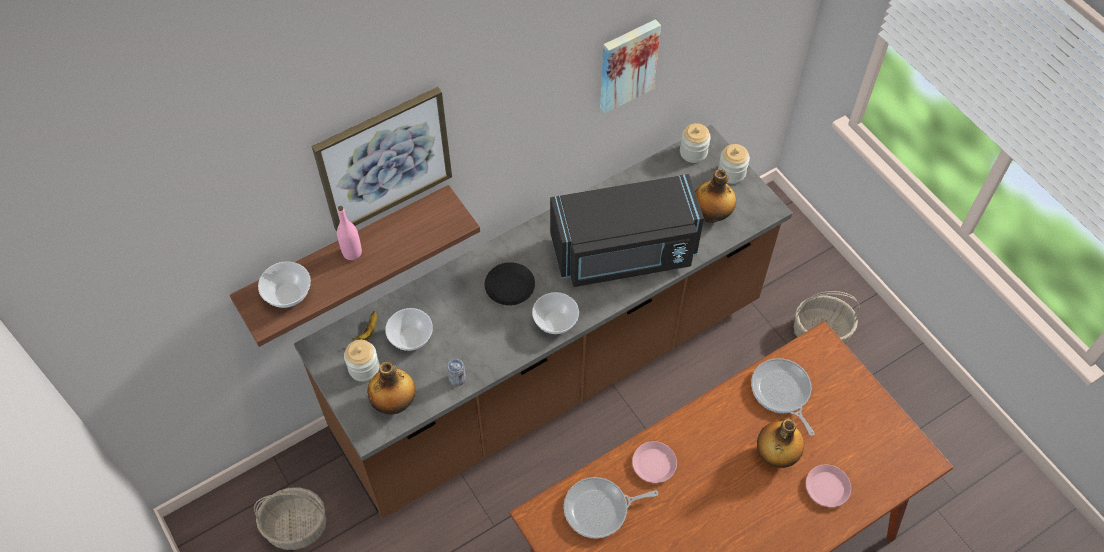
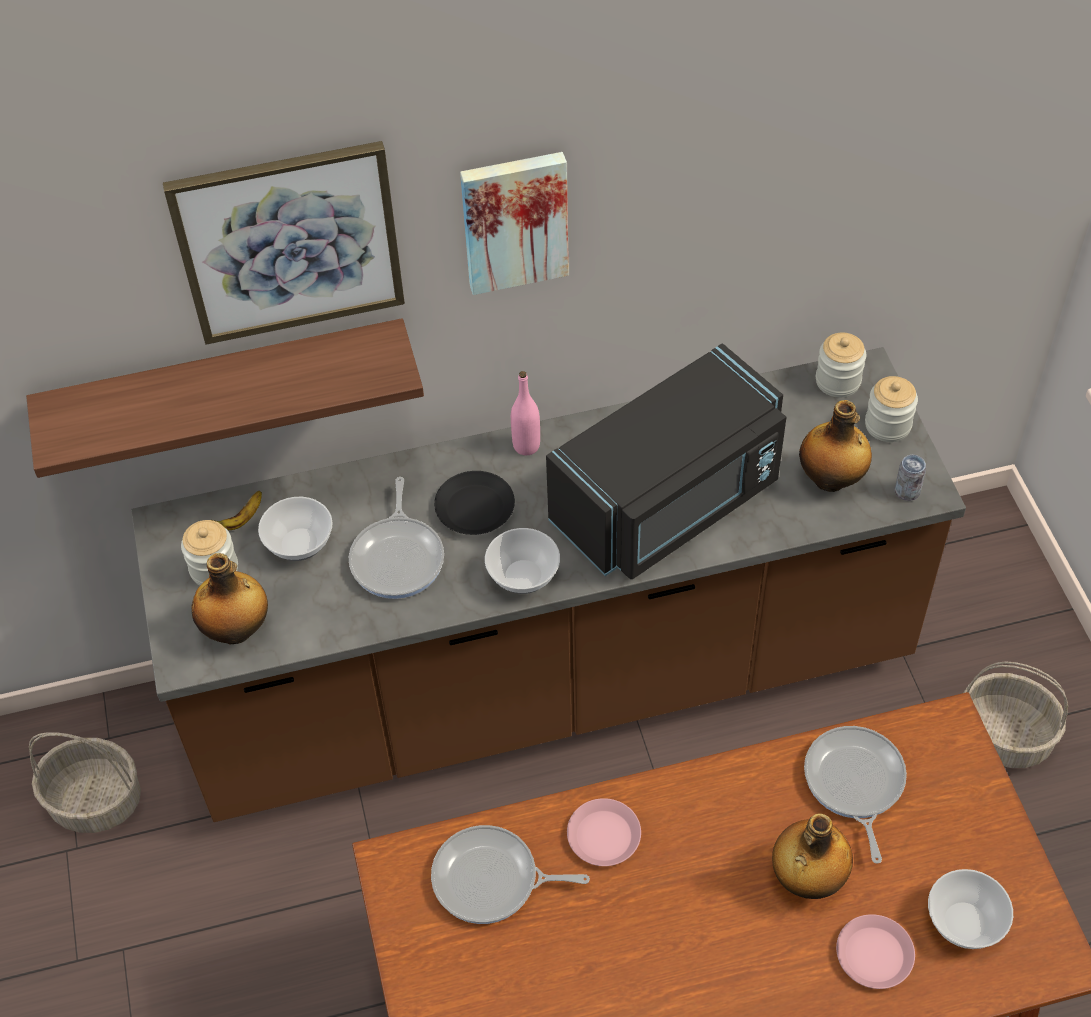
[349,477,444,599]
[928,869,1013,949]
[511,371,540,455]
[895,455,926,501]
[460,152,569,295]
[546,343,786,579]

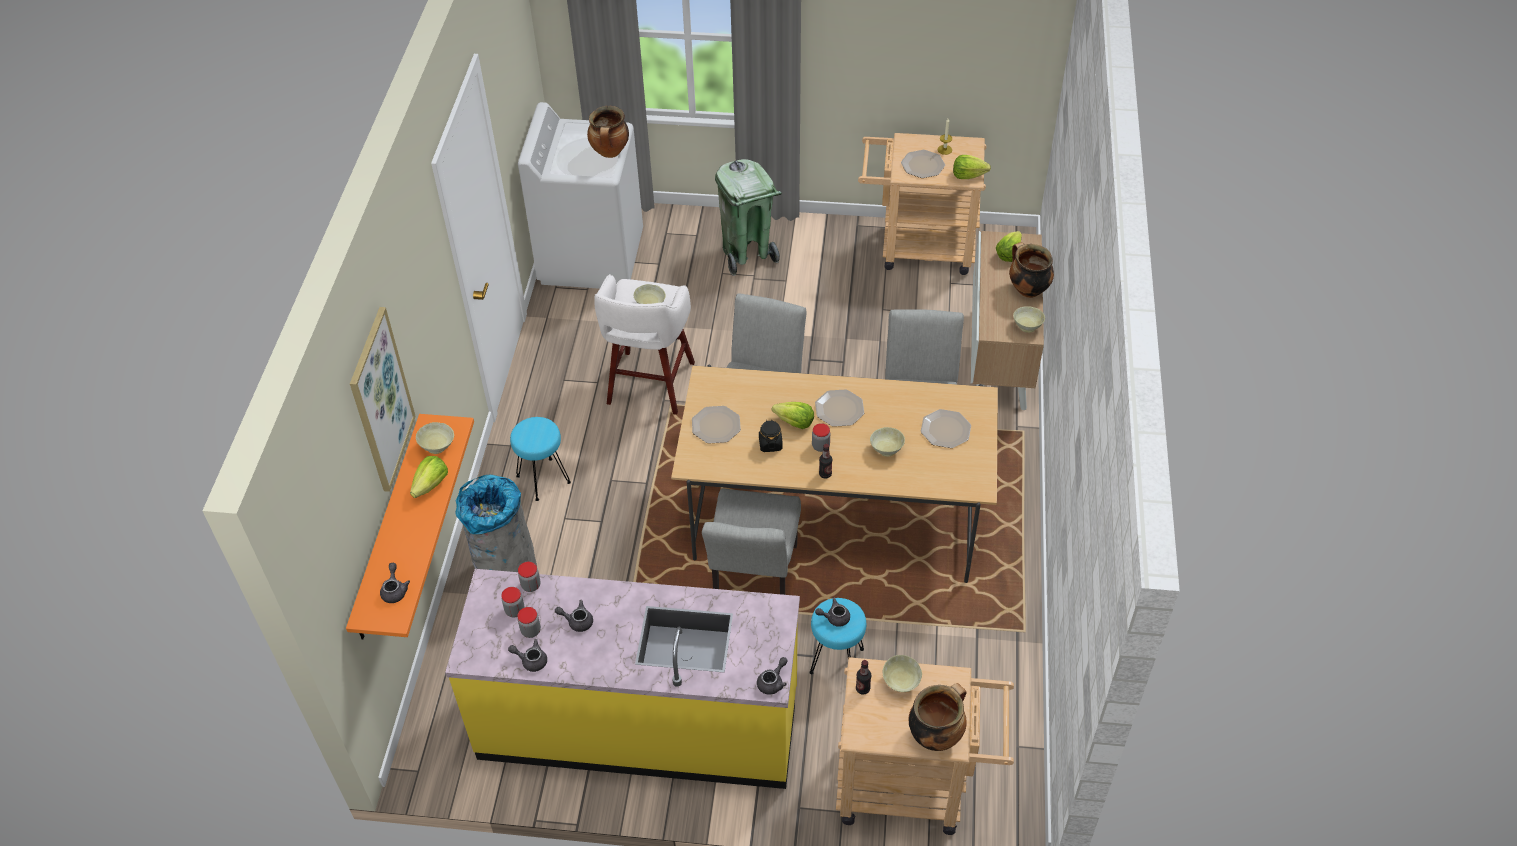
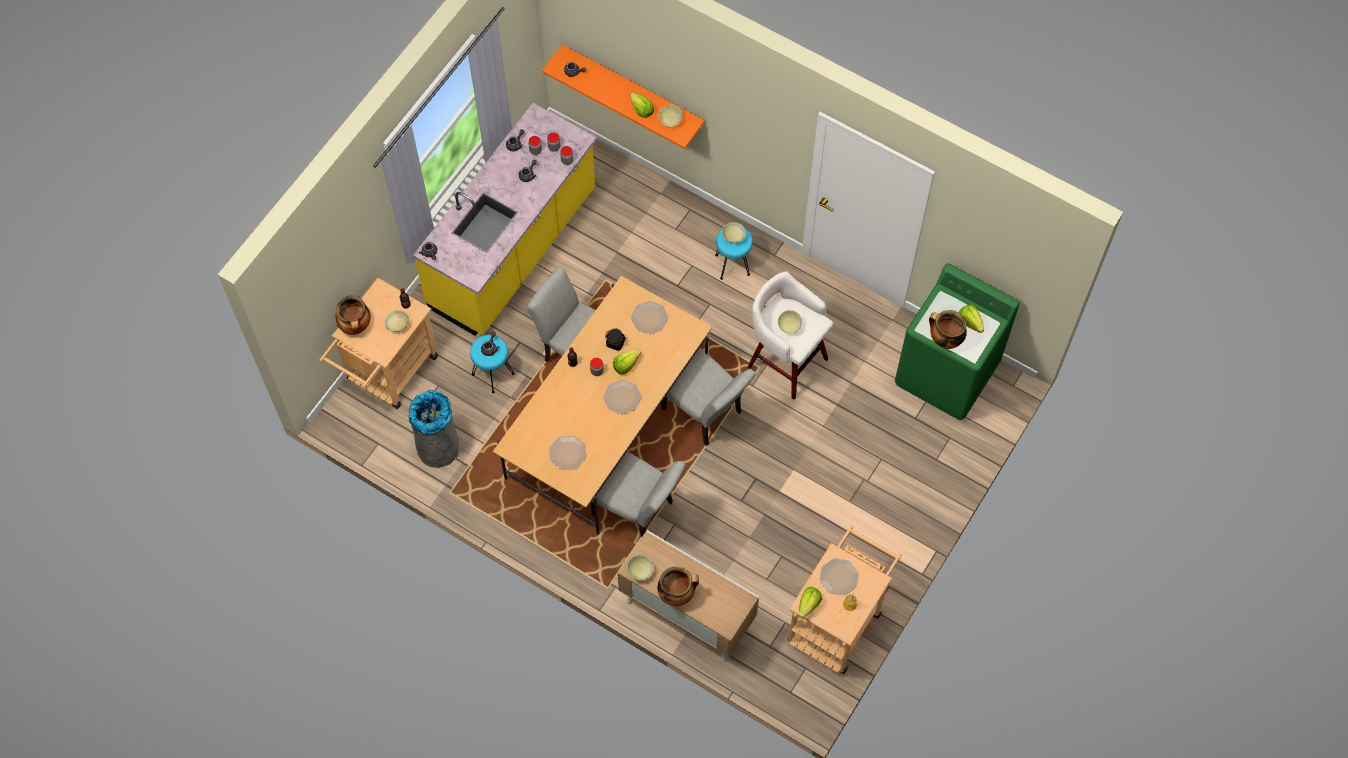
[350,307,416,492] (first image)
[715,159,782,276] (first image)
[409,390,459,468]
[722,222,746,243]
[959,305,984,333]
[895,264,1020,420]

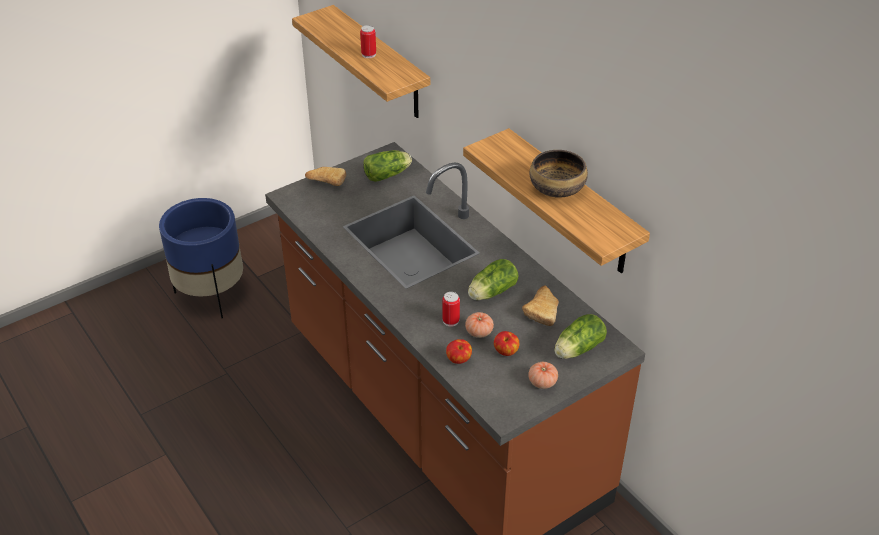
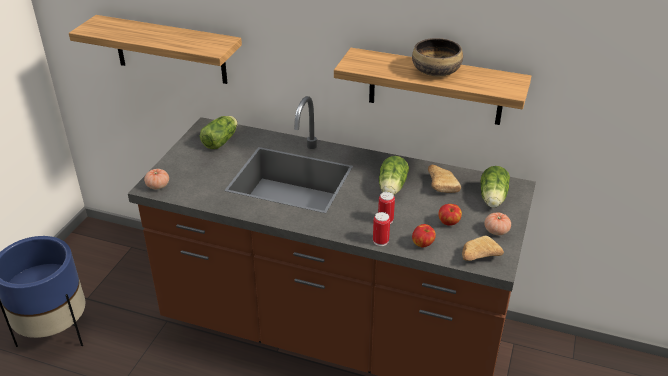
[462,236,504,261]
[373,212,390,246]
[144,169,169,189]

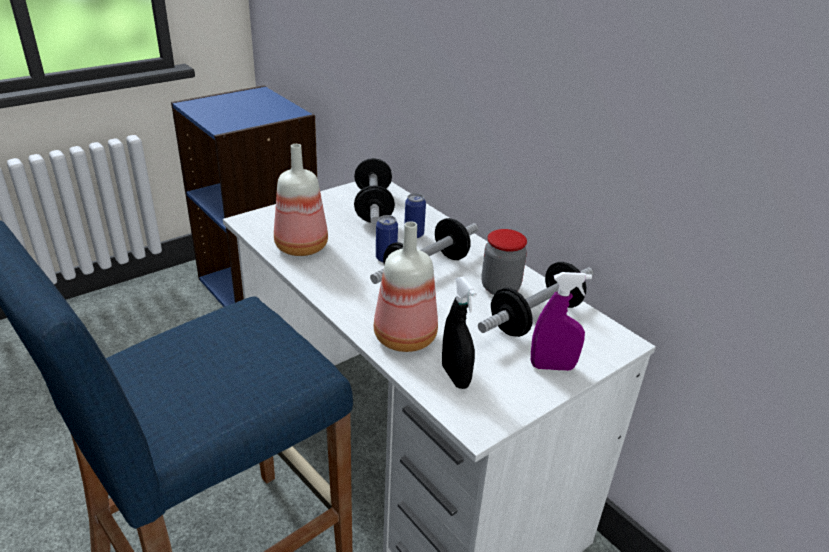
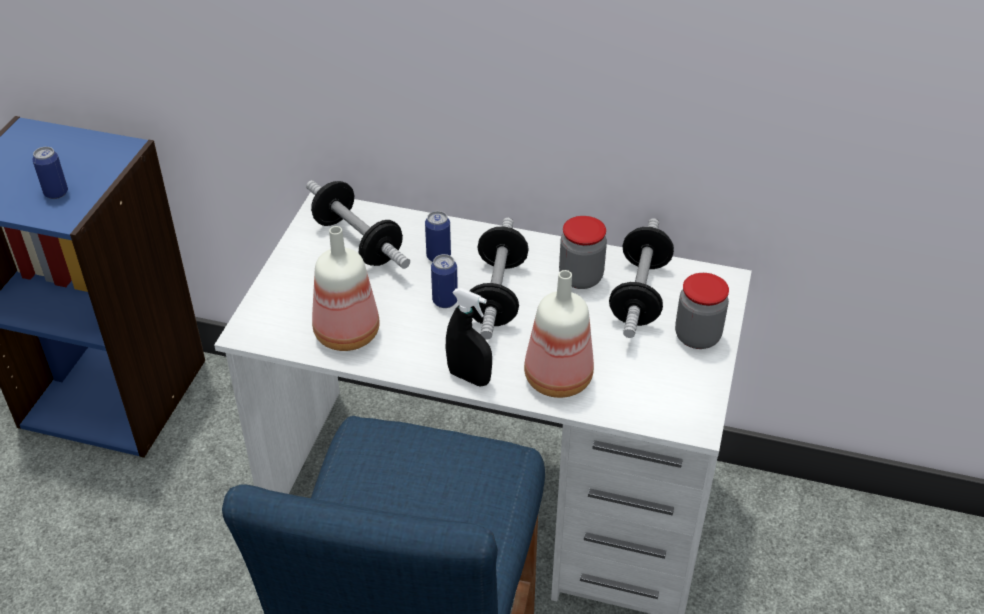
[32,147,68,199]
[446,288,492,387]
[675,273,729,349]

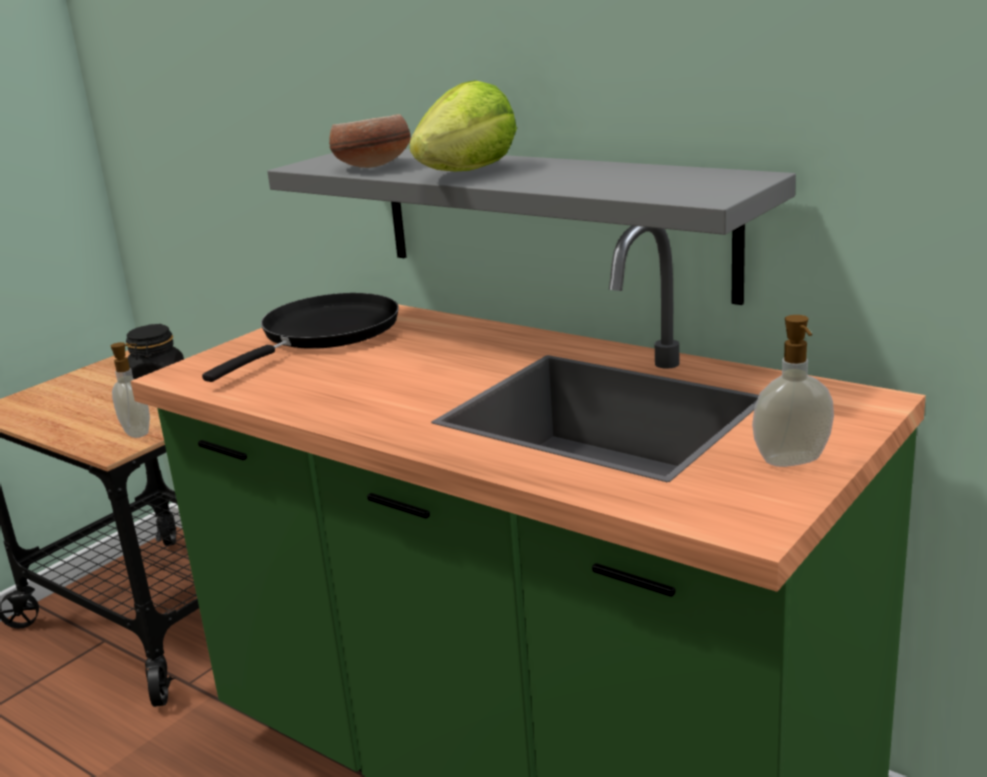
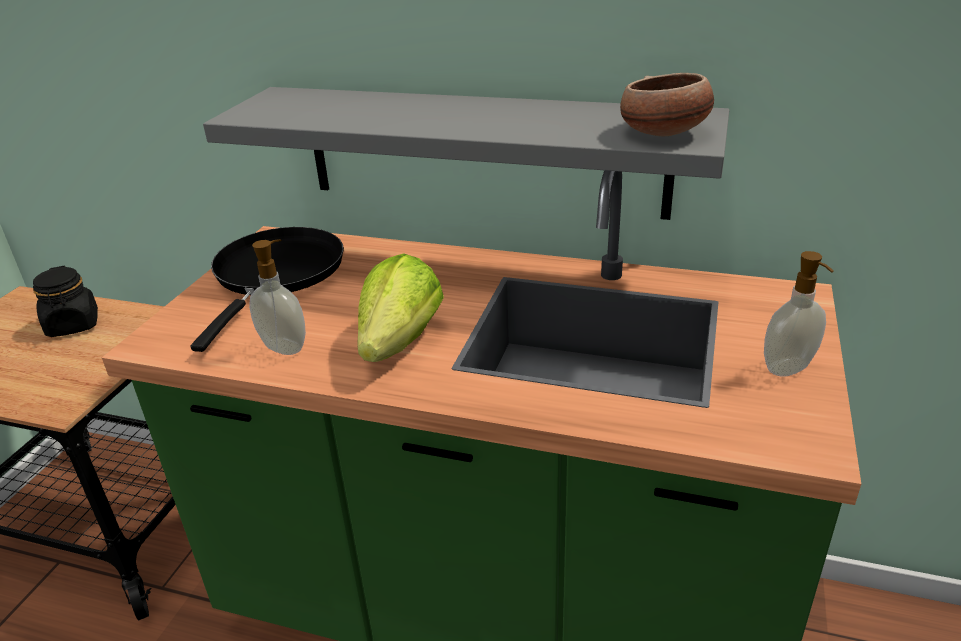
[249,239,306,355]
[620,73,714,136]
[357,253,444,362]

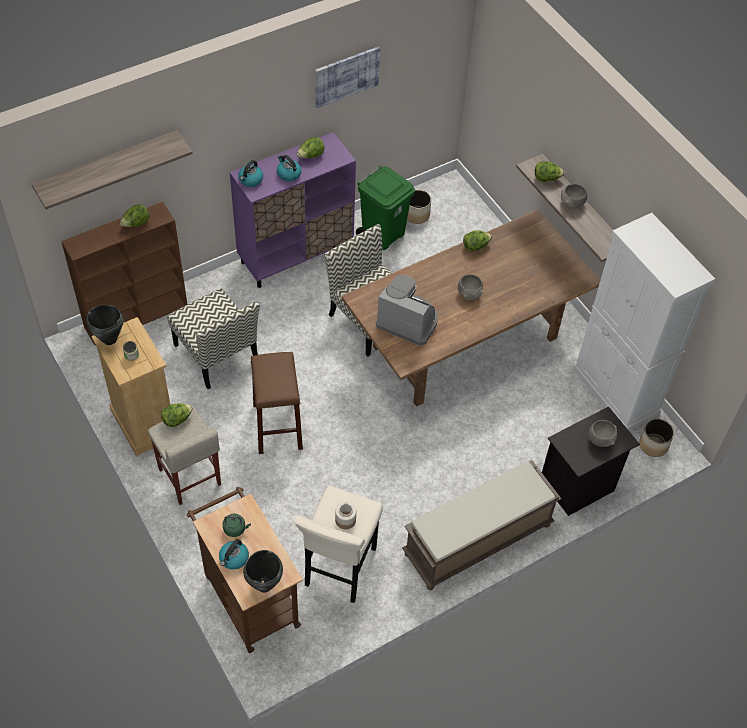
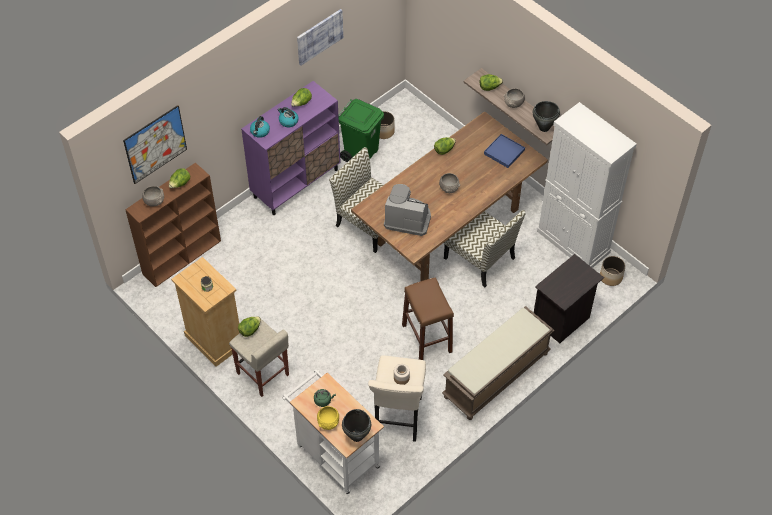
[484,134,525,168]
[533,101,560,132]
[444,210,526,287]
[402,277,454,360]
[142,186,164,207]
[123,105,187,184]
[317,406,339,430]
[282,370,384,495]

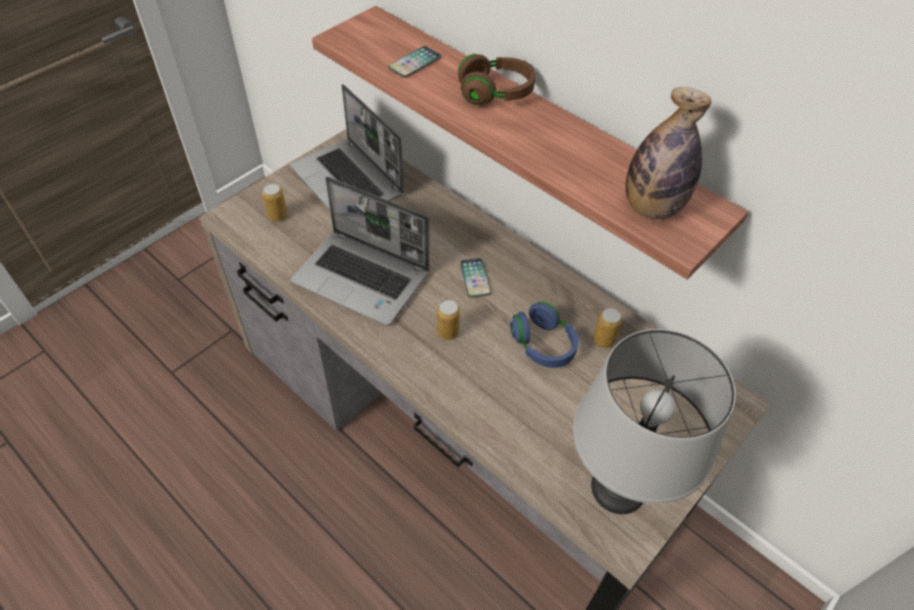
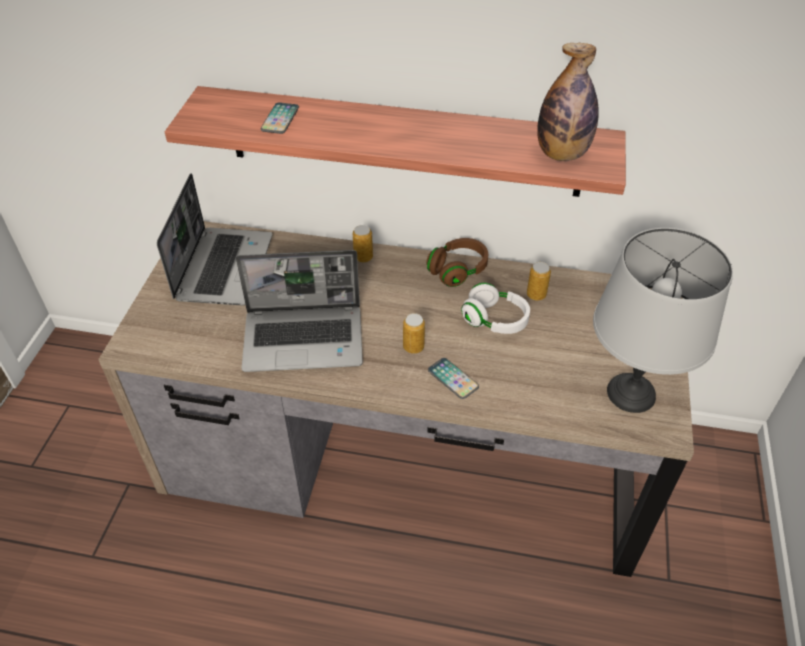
[353,225,373,262]
[426,238,488,287]
[428,358,479,399]
[461,283,530,334]
[157,173,272,306]

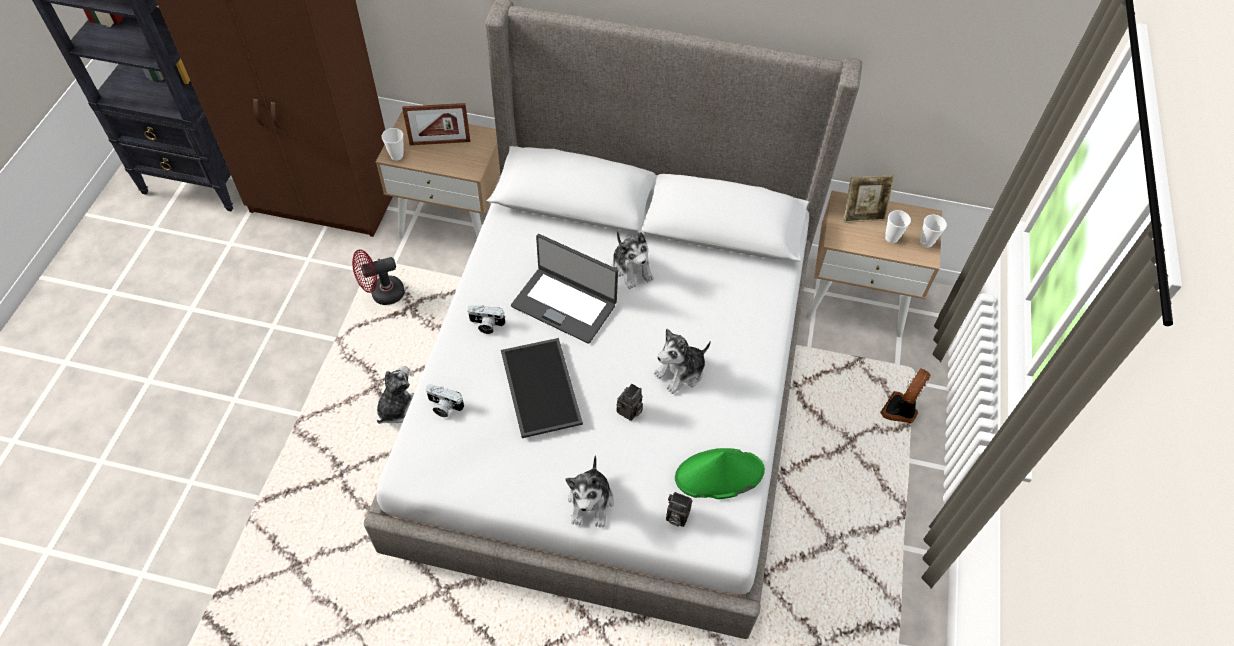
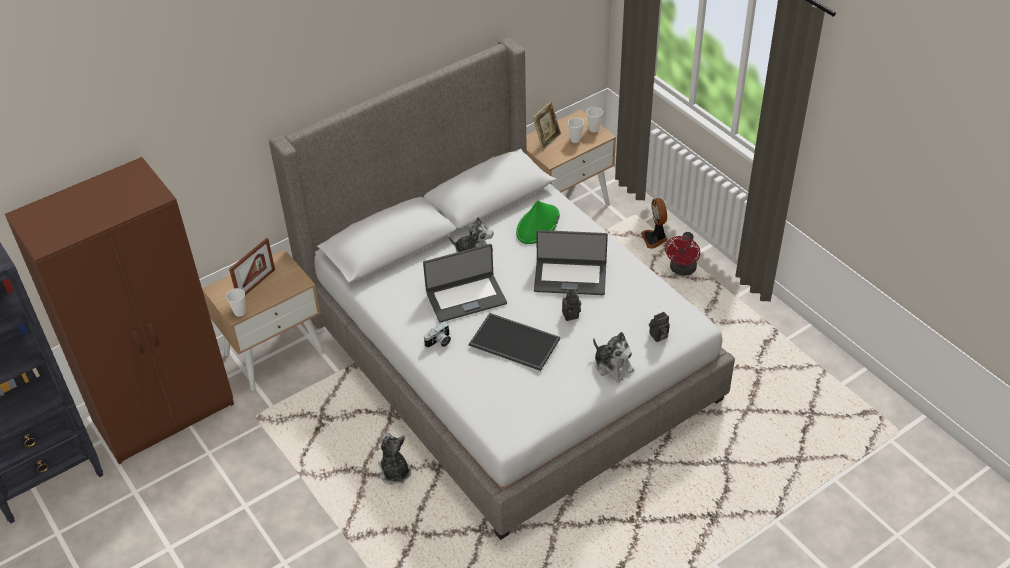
[426,384,464,418] (first image)
[665,232,700,276]
[516,200,560,244]
[534,230,608,295]

